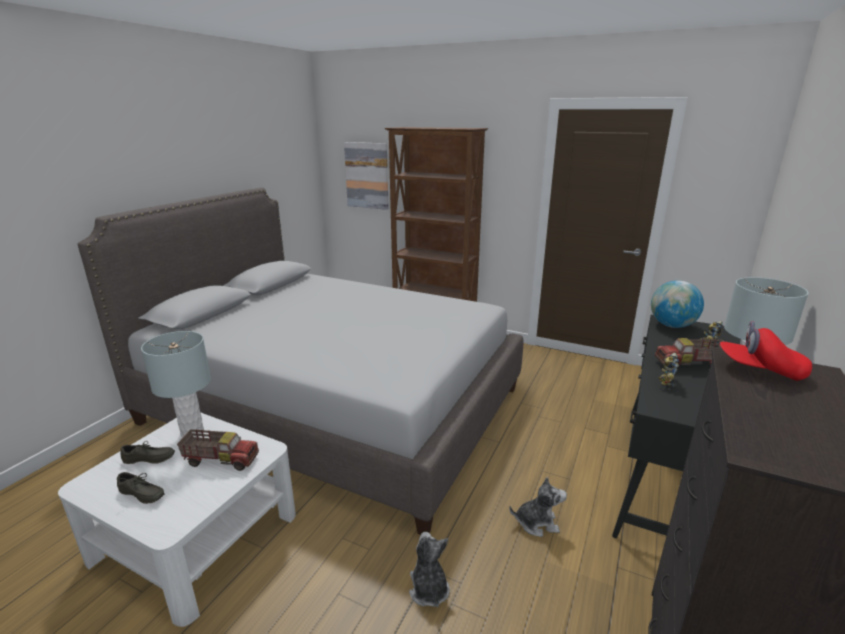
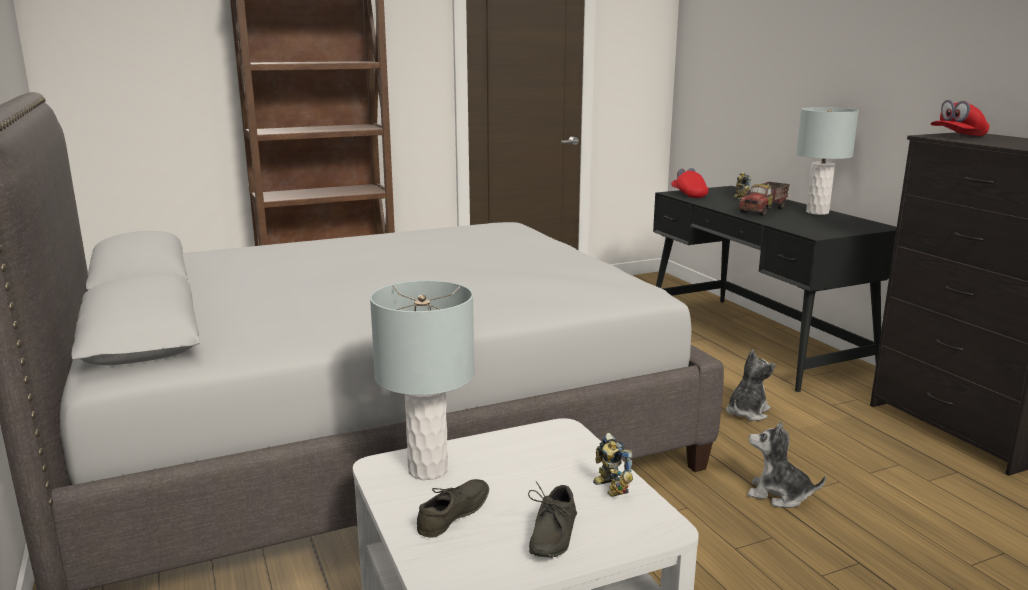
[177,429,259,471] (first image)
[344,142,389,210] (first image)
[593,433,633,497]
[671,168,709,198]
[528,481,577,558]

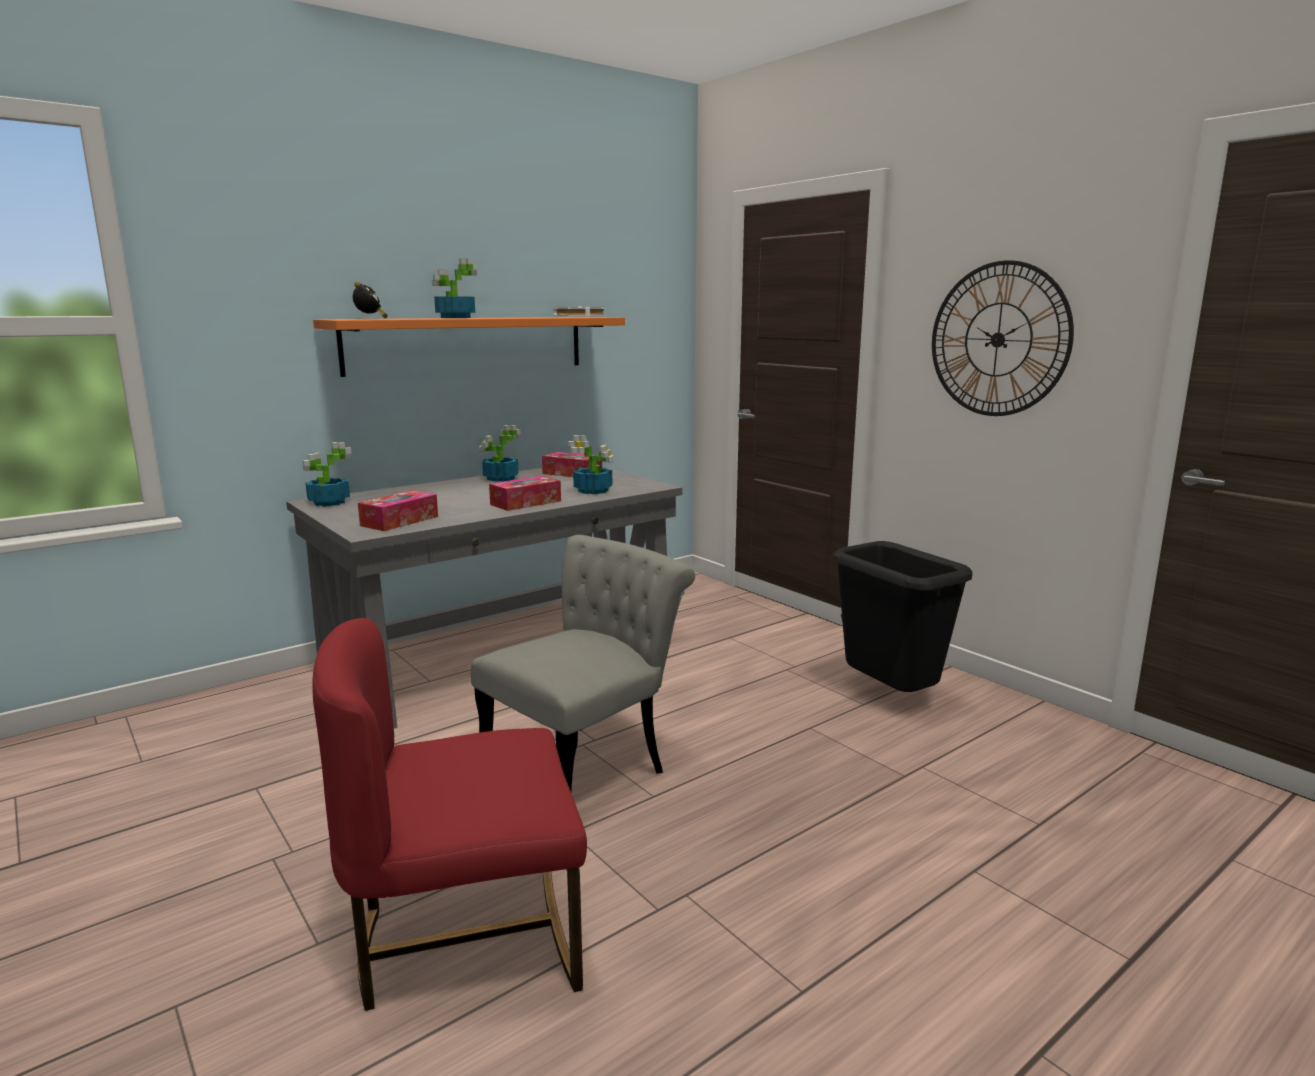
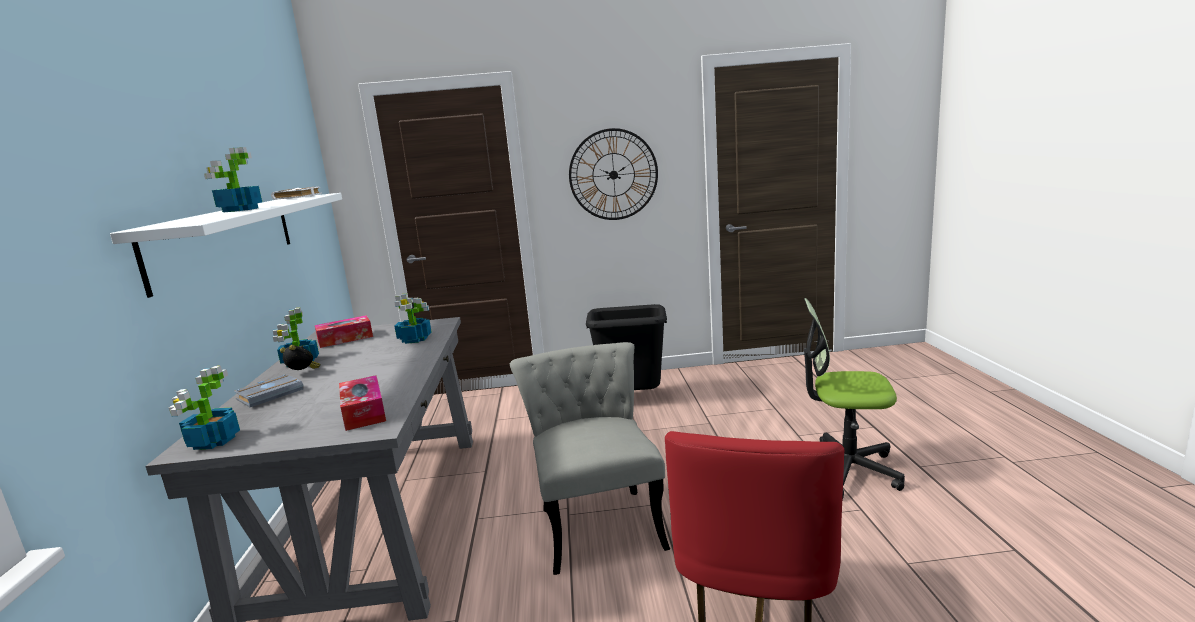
[489,476,561,511] (first image)
[234,374,304,407]
[804,298,905,499]
[280,345,320,370]
[110,193,342,298]

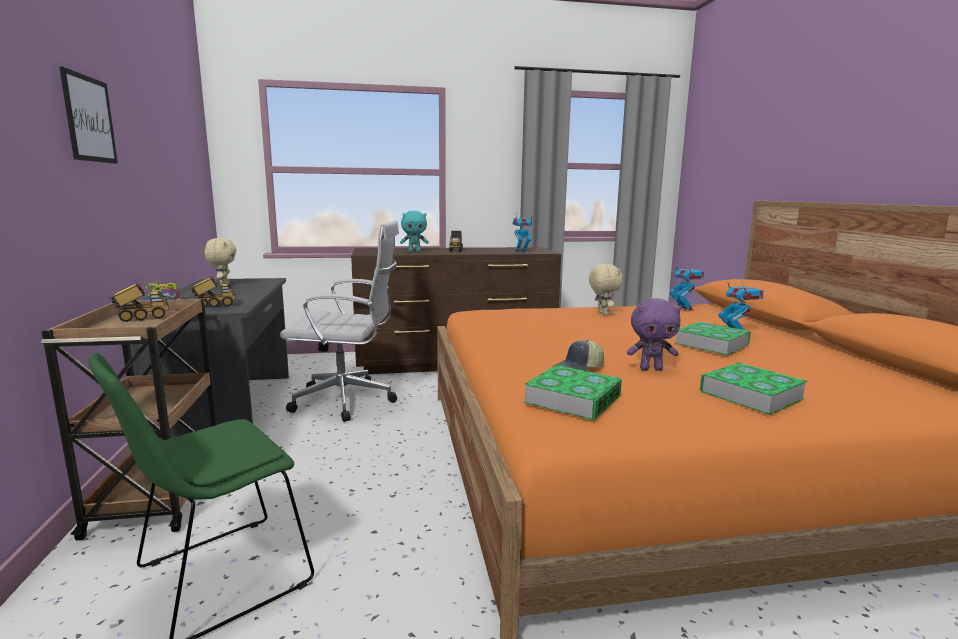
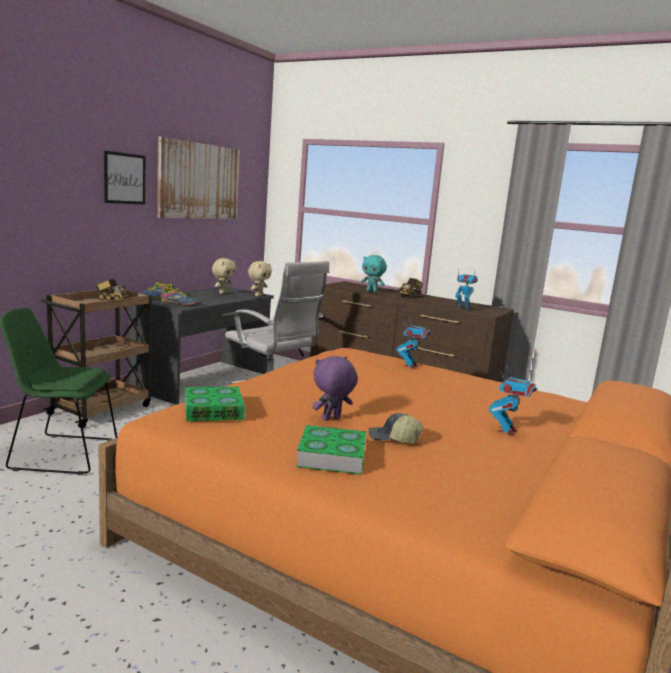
[675,322,751,355] (first image)
[157,136,240,219]
[368,413,424,443]
[248,261,272,296]
[396,316,431,369]
[161,287,199,305]
[312,356,358,421]

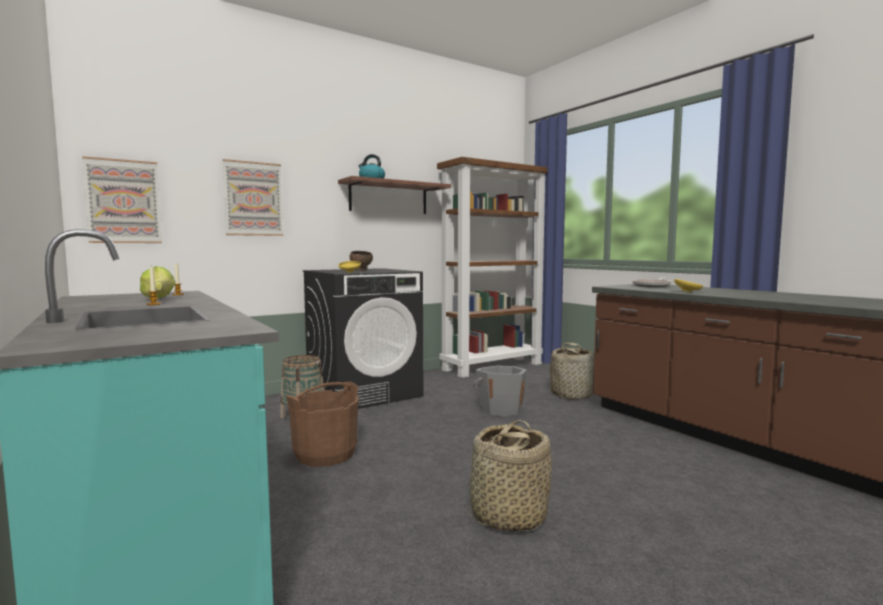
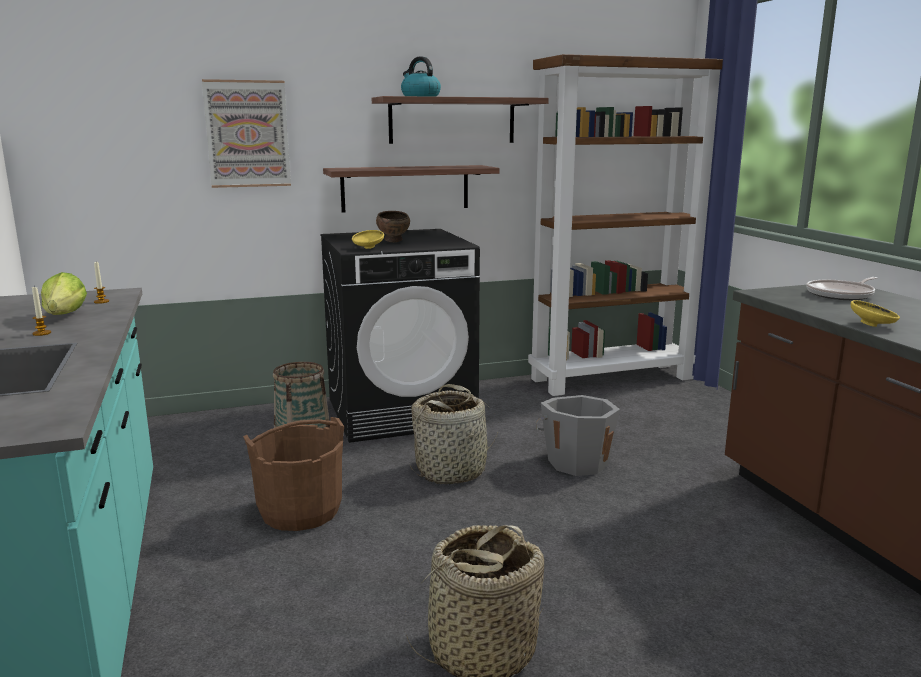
[82,156,162,243] (first image)
[323,165,500,213]
[409,384,498,484]

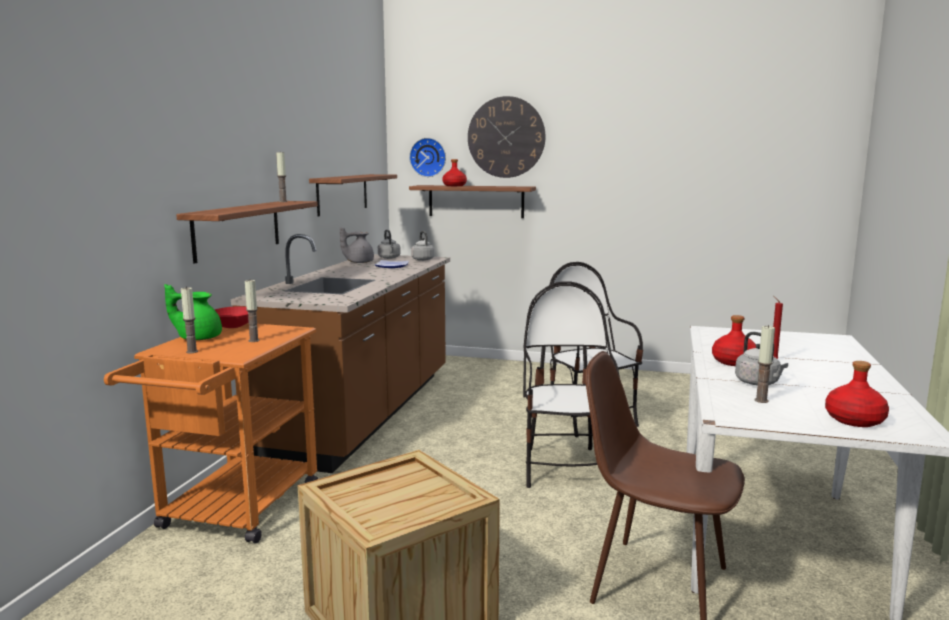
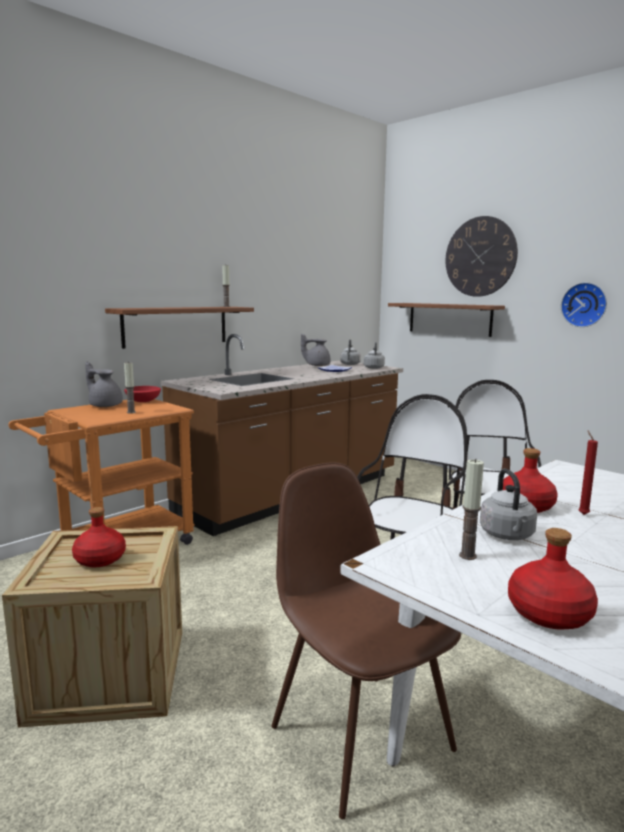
[181,286,198,353] (first image)
[309,174,397,216] (first image)
[561,282,607,327]
[72,507,126,567]
[85,361,123,407]

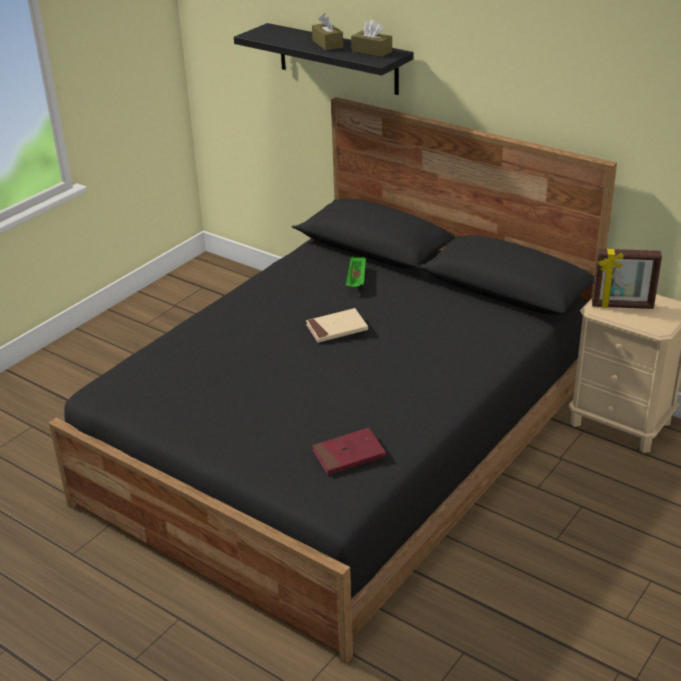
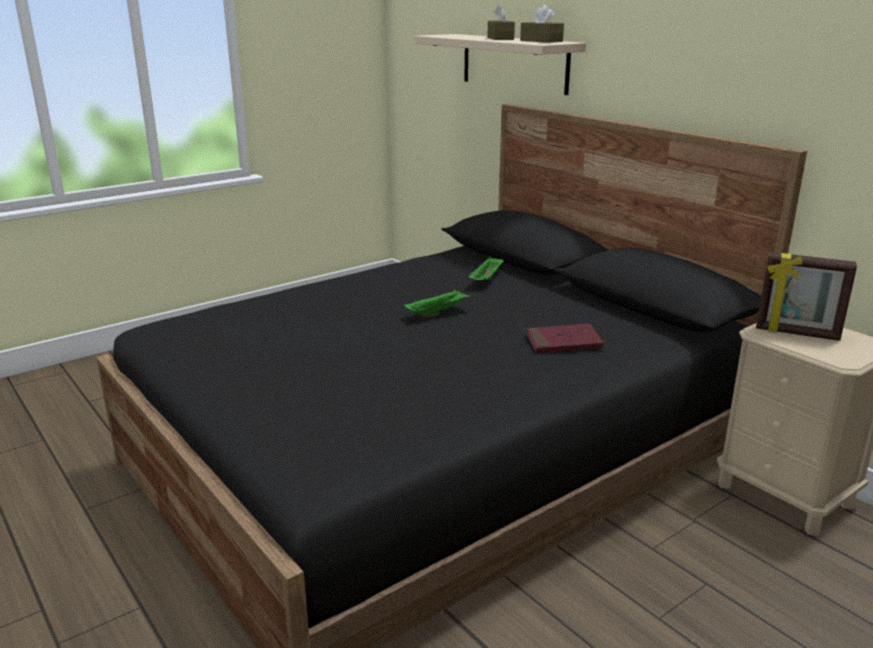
[526,324,604,353]
[404,288,472,317]
[414,34,586,95]

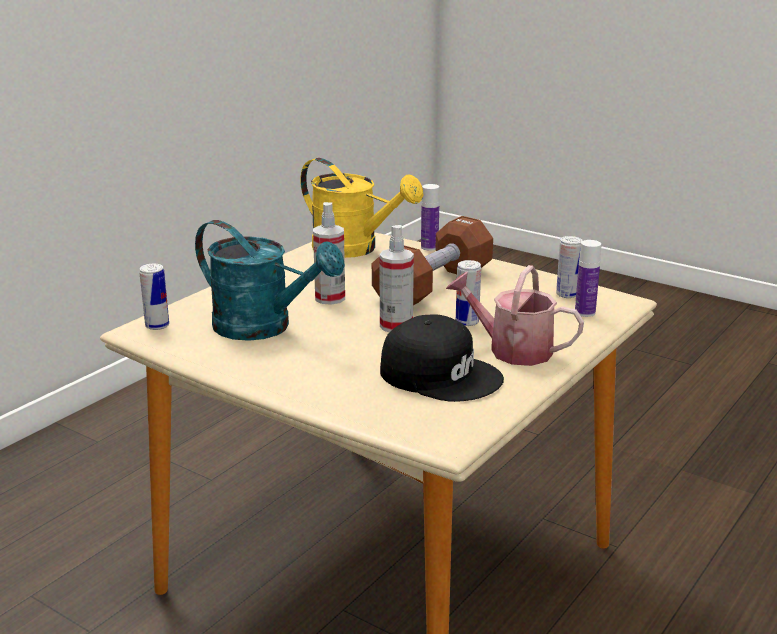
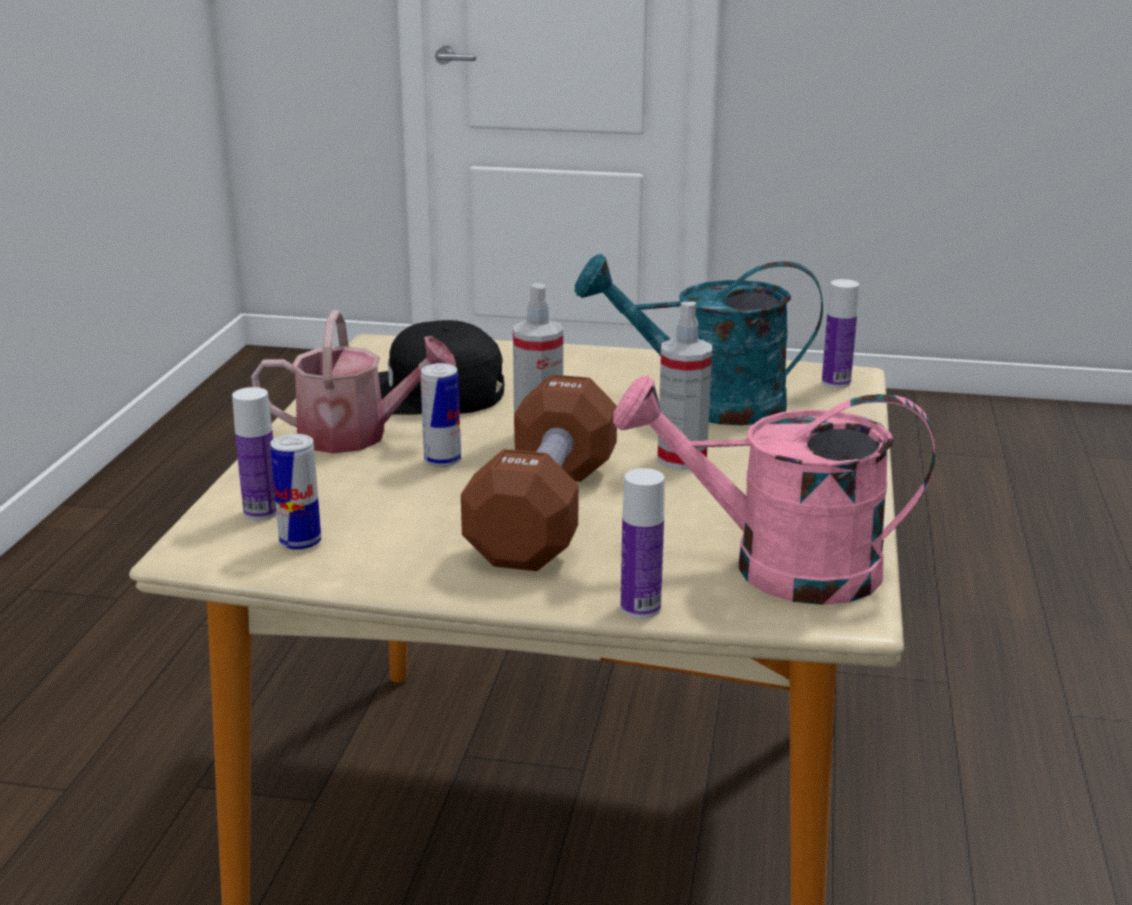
[822,279,859,388]
[613,375,935,605]

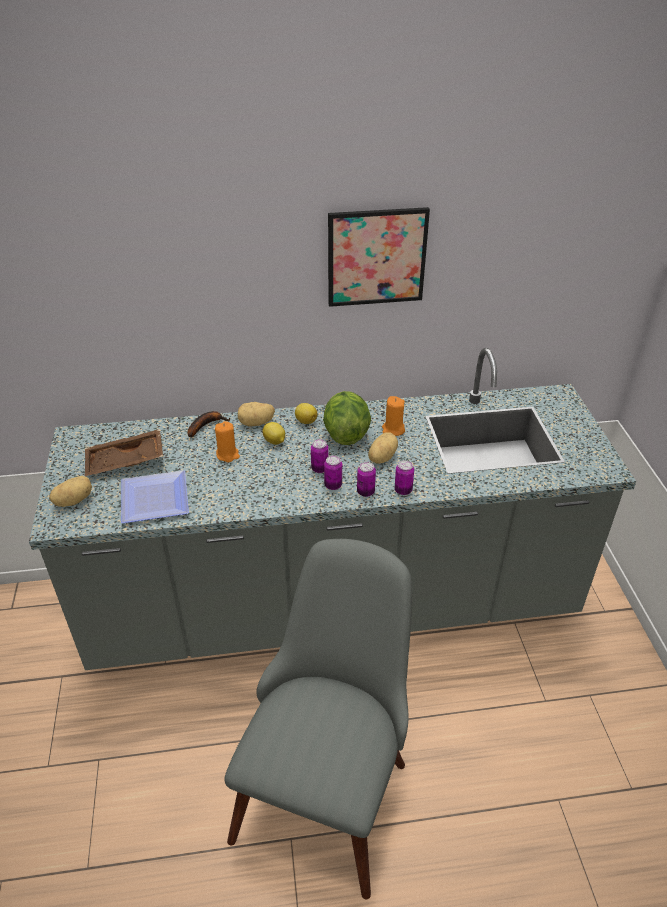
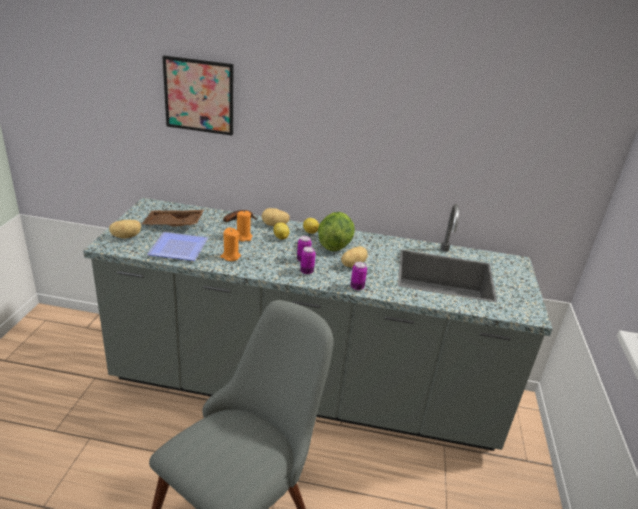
[357,462,376,497] (first image)
[162,55,233,136]
[220,227,241,261]

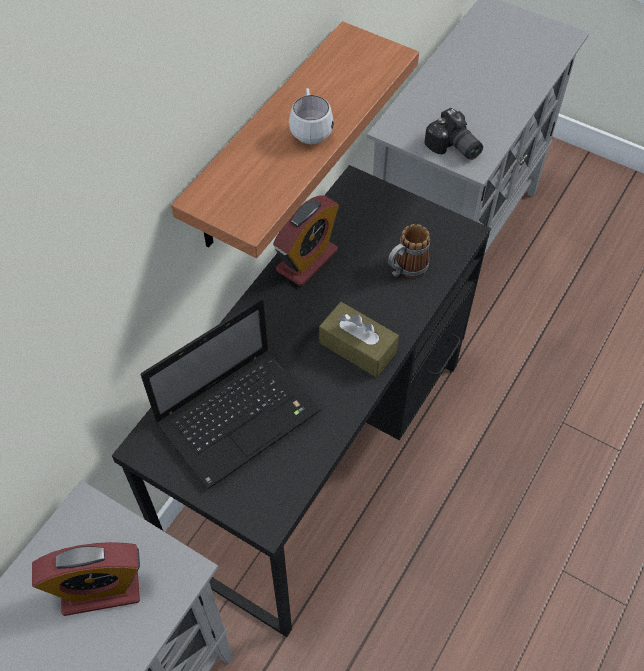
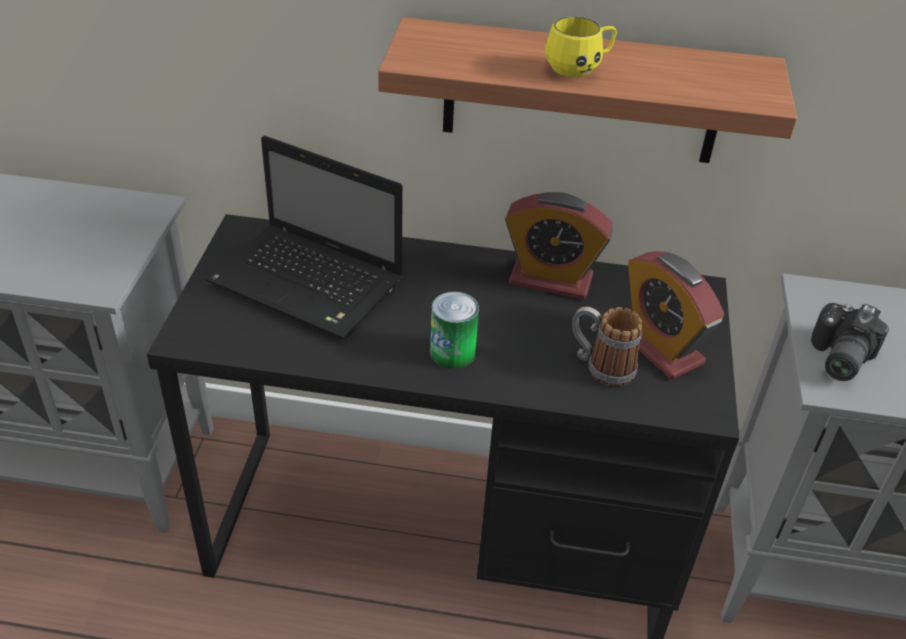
[628,251,725,379]
[430,292,479,369]
[545,16,617,77]

